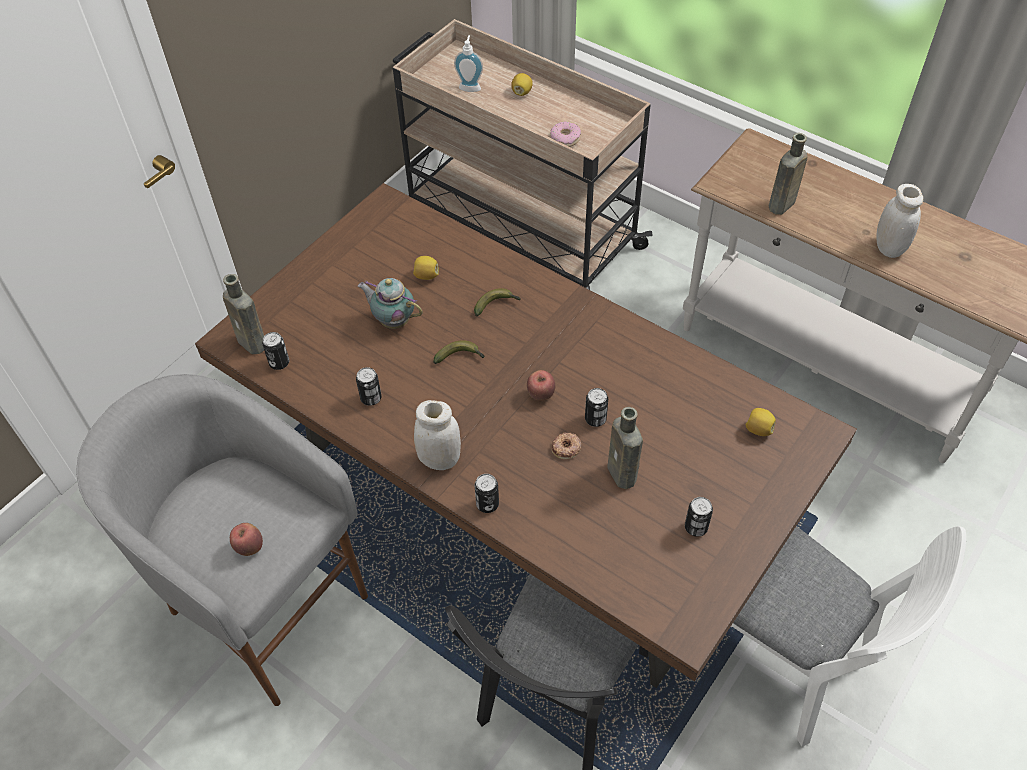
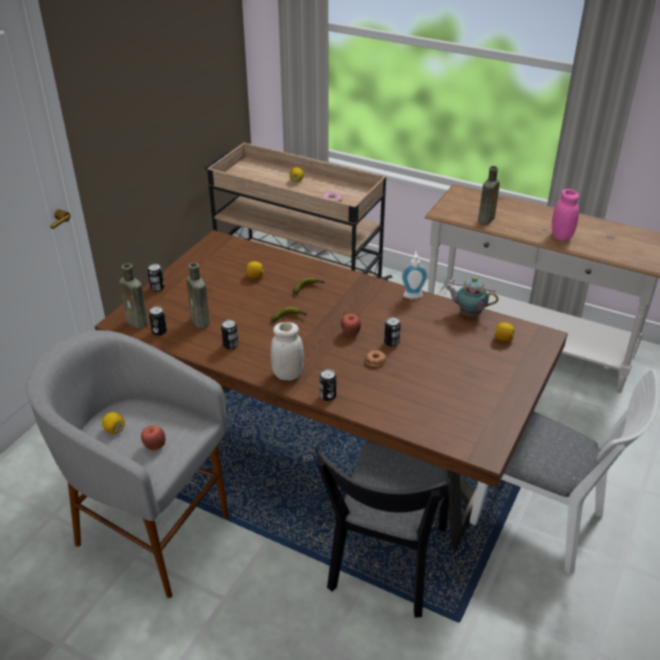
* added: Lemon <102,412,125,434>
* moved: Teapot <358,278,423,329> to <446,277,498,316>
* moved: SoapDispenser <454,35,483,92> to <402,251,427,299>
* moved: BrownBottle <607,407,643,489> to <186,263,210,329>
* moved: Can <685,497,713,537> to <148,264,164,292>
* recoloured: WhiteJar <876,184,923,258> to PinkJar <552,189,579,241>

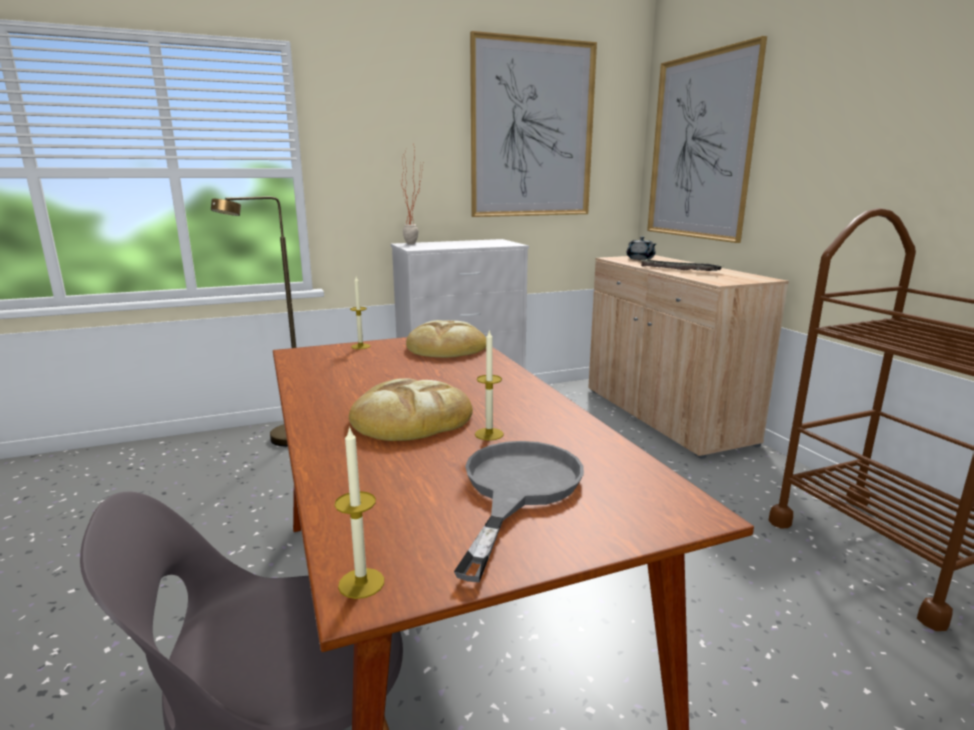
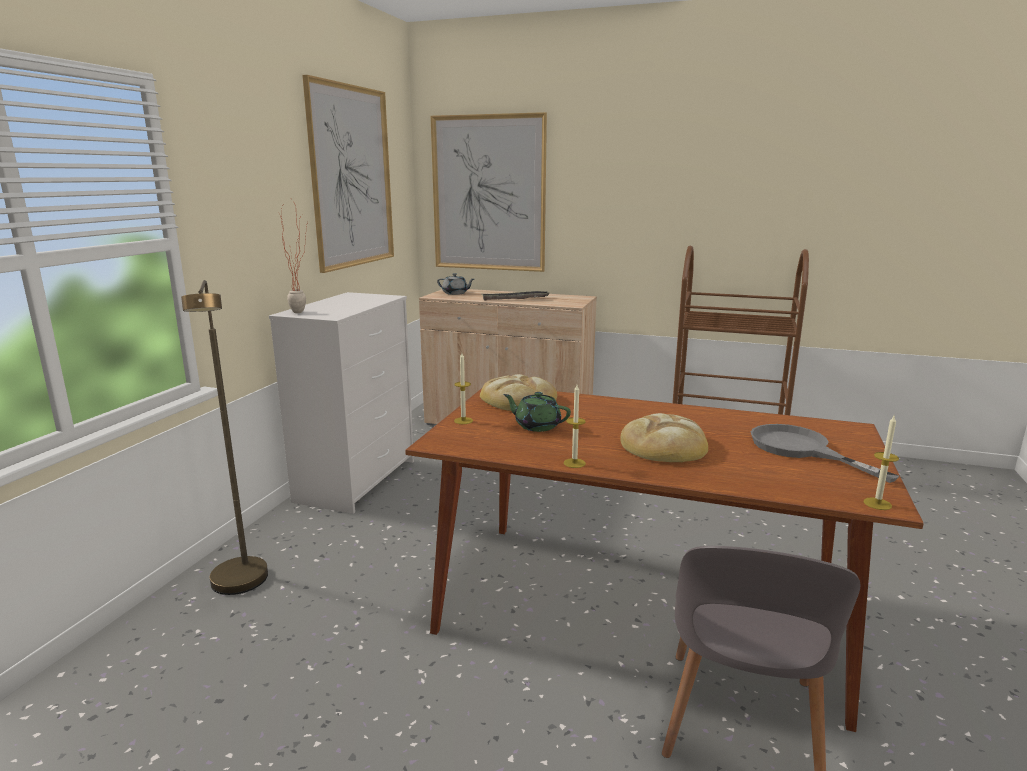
* added: GreenTeapot <503,392,571,432>
* moved: Candle <475,329,504,441> to <564,385,586,468>

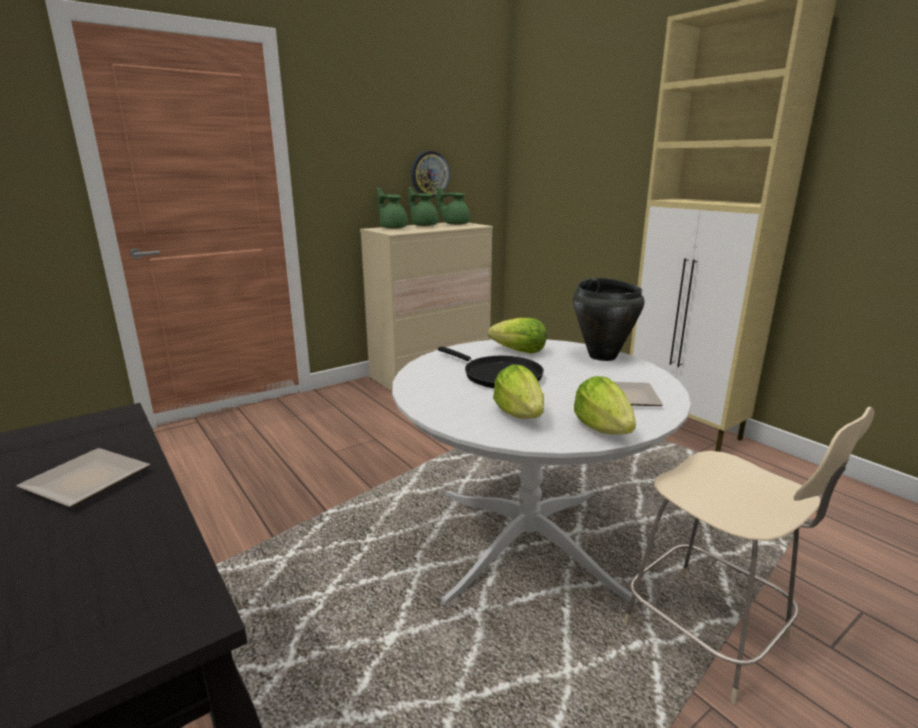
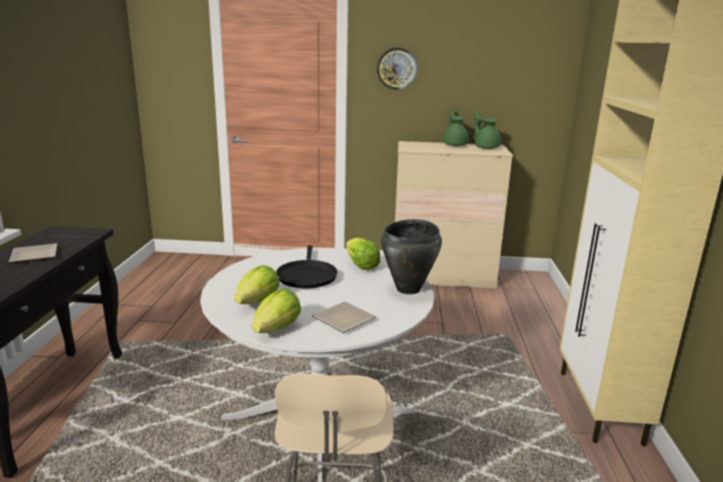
* removed: GreenTeapot <377,187,408,229>
* moved: WallClock <411,151,450,197> to <377,48,417,90>

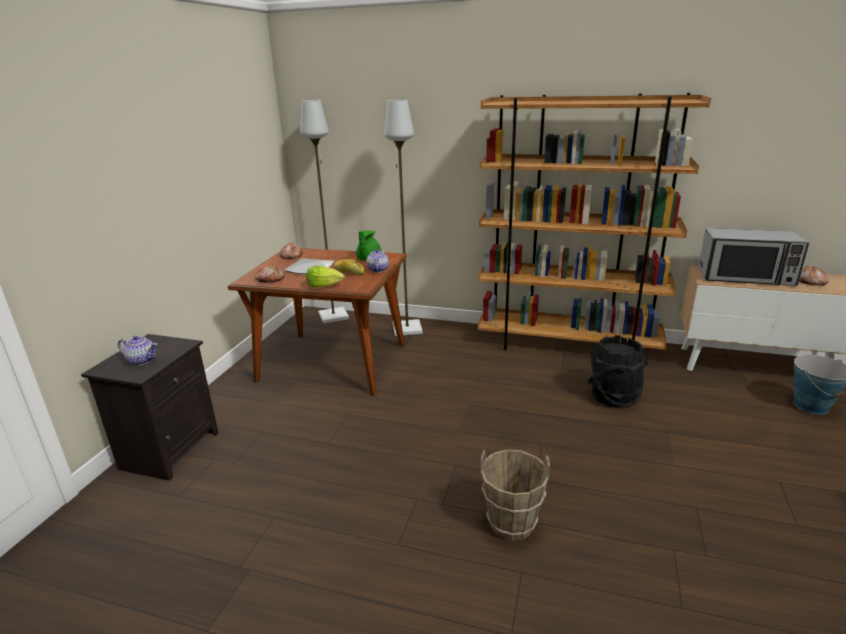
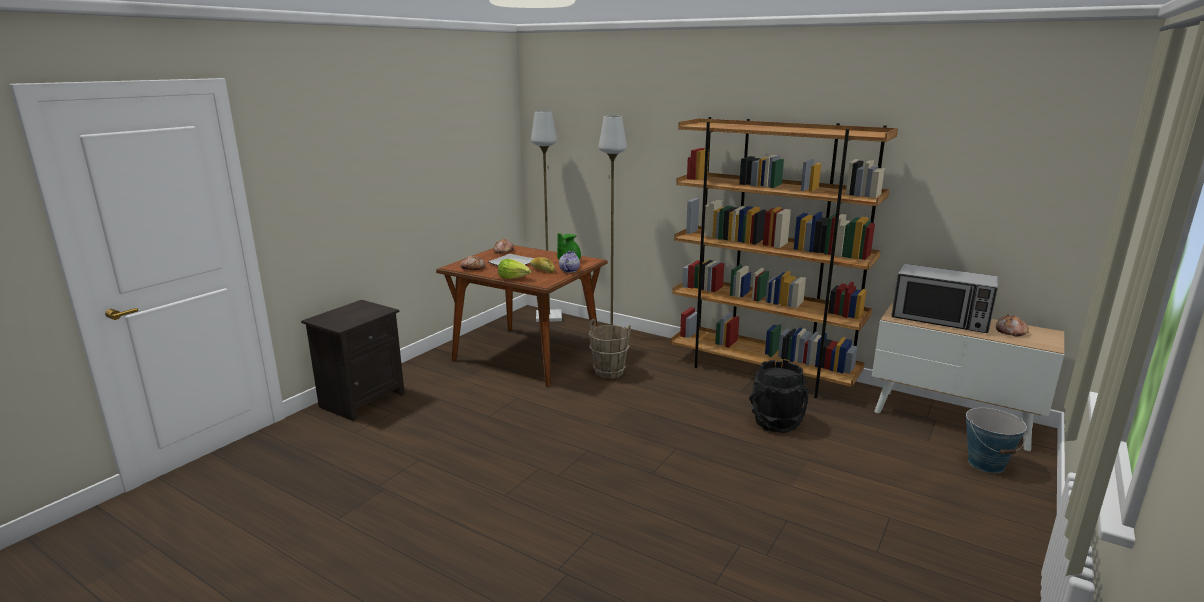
* removed: Teapot <118,336,158,366>
* moved: BrownBucket <481,449,550,541> to <589,319,631,379>

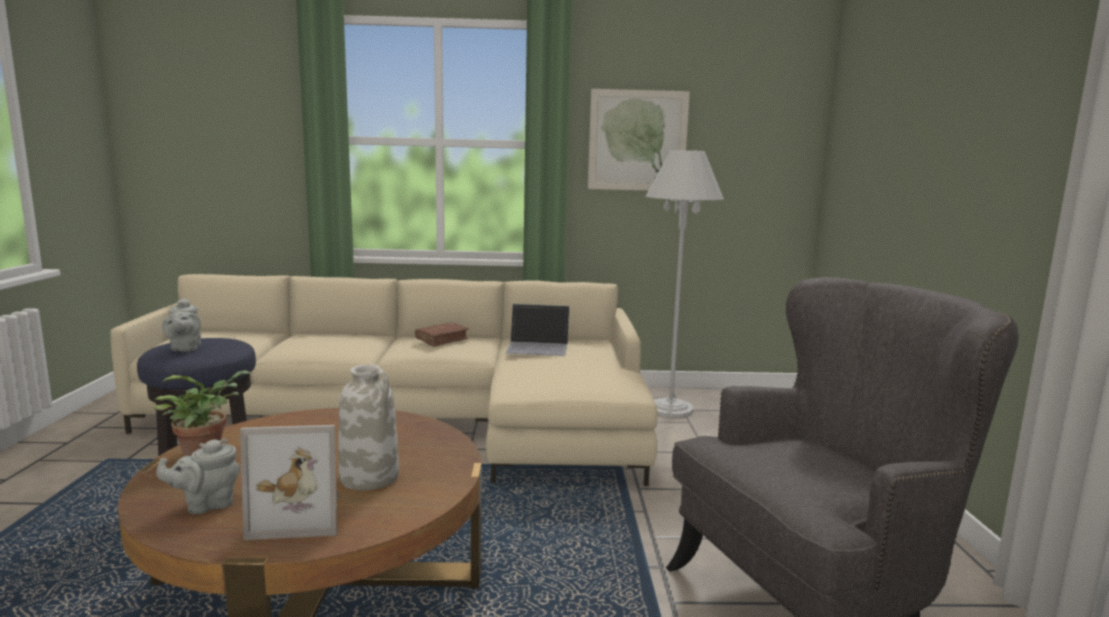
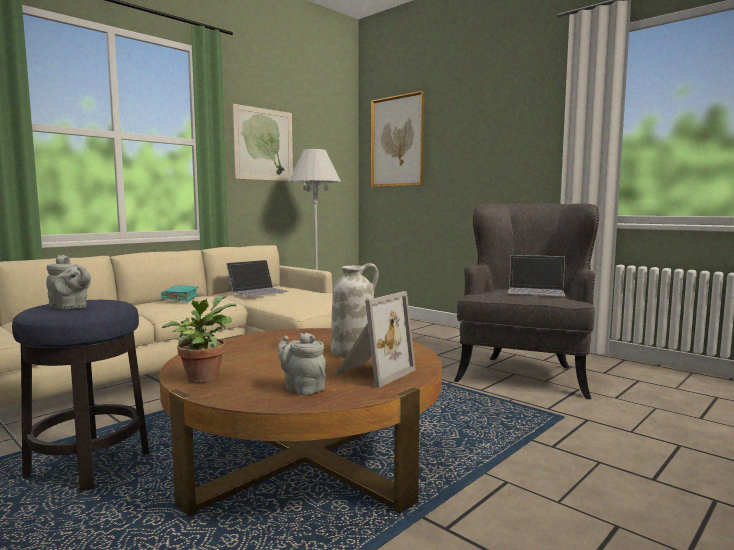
* added: Picture <371,91,425,187>
* added: Laptop <508,255,565,297>
* recoloured: BrownBook <415,322,469,347> to TurquoiseBook <161,285,199,302>
* turned: GreyTeapot <156,439,240,514> = <278,333,326,395> 120 degrees clockwise

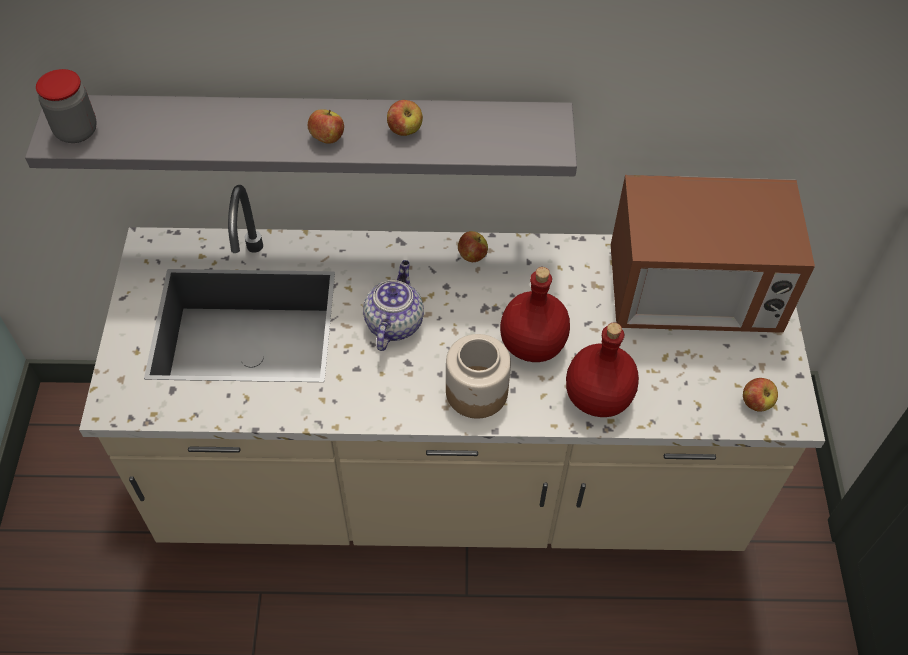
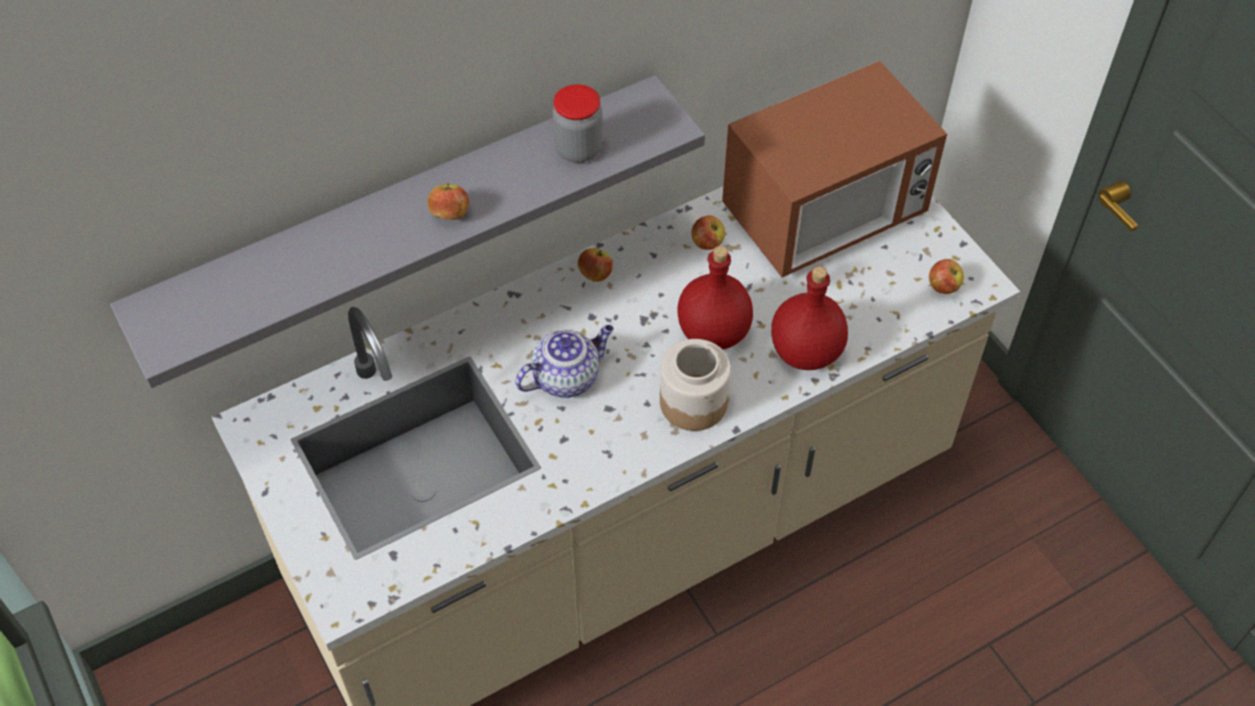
* moved: Jar <36,69,97,143> to <552,84,603,163>
* moved: Apple <387,100,423,136> to <691,215,725,250>
* turned: Teapot <363,260,424,351> = <515,325,614,398> 75 degrees clockwise

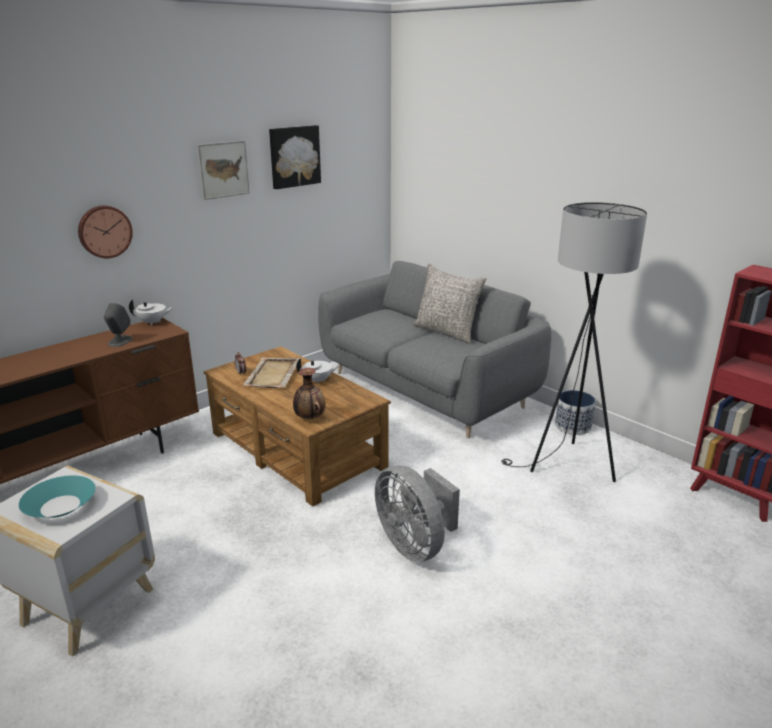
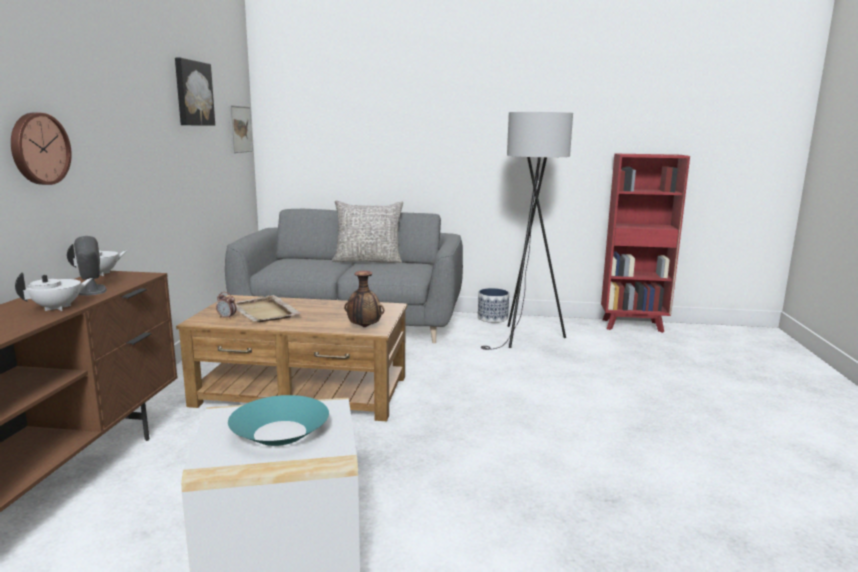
* removed: GreyFan <375,465,460,562>
* moved: Picture <197,141,250,200> to <229,105,253,153>
* moved: WhiteTeapot <296,358,340,384> to <15,272,93,311>

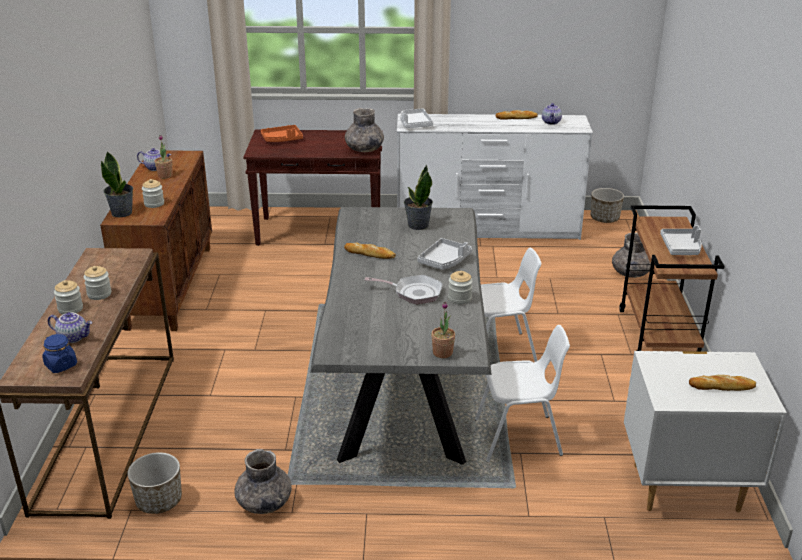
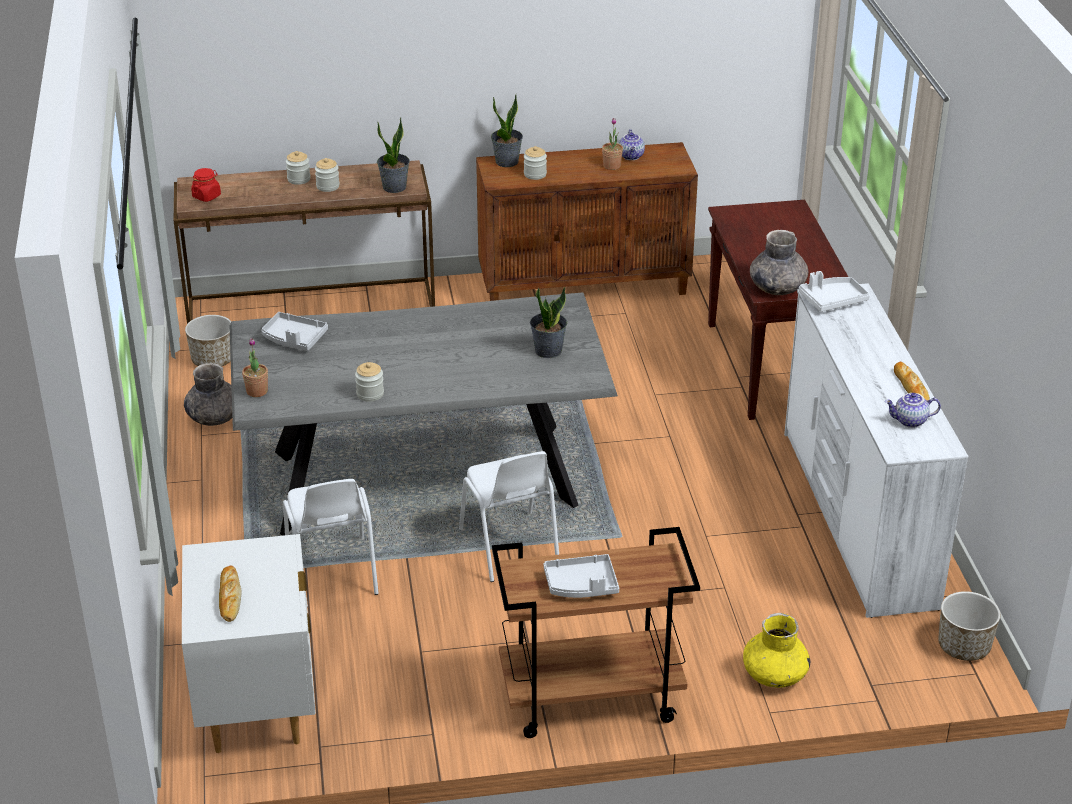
* removed: Teapot <48,312,92,343>
* removed: OrangeTray <261,125,303,142>
* removed: Bread <344,242,396,259>
* removed: FryingPan <365,275,442,304>
* added: PottedPlant <377,117,410,193>
* moved: GreyTray <418,238,472,270> to <261,312,328,351>
* recoloured: BlueJar <42,334,77,373> to RedJar <191,168,221,202>
* recoloured: GreyVase <612,232,651,278> to YellowVase <743,613,810,688>

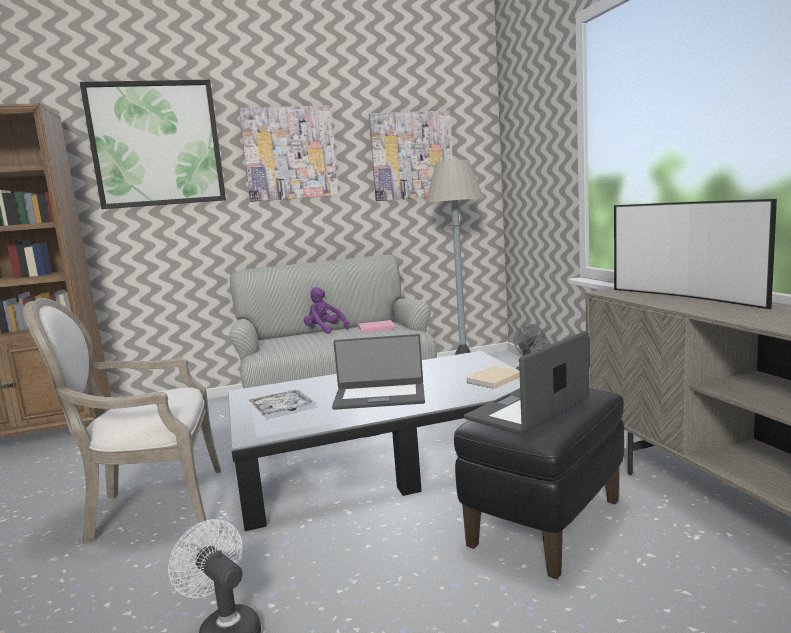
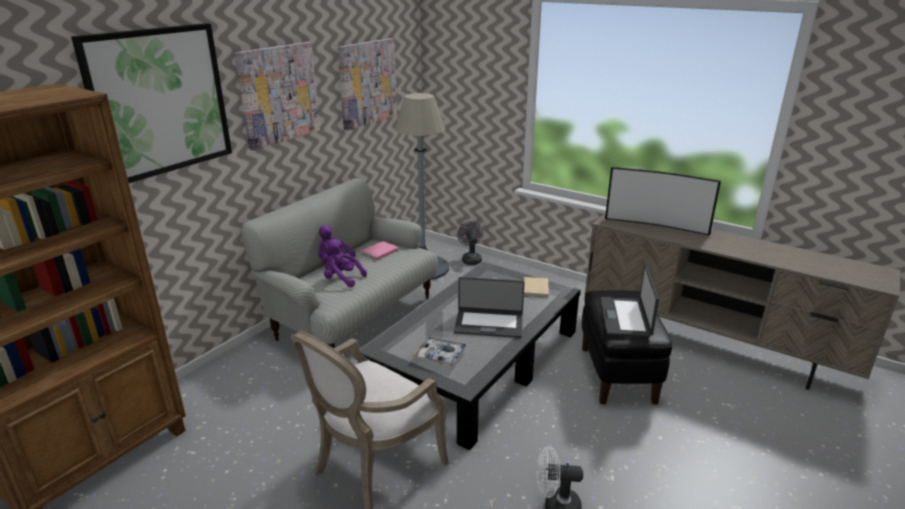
* added: PurplePlushToy <324,239,367,287>
* turned: Laptop <332,334,425,410> = <454,277,525,338> 45 degrees clockwise

